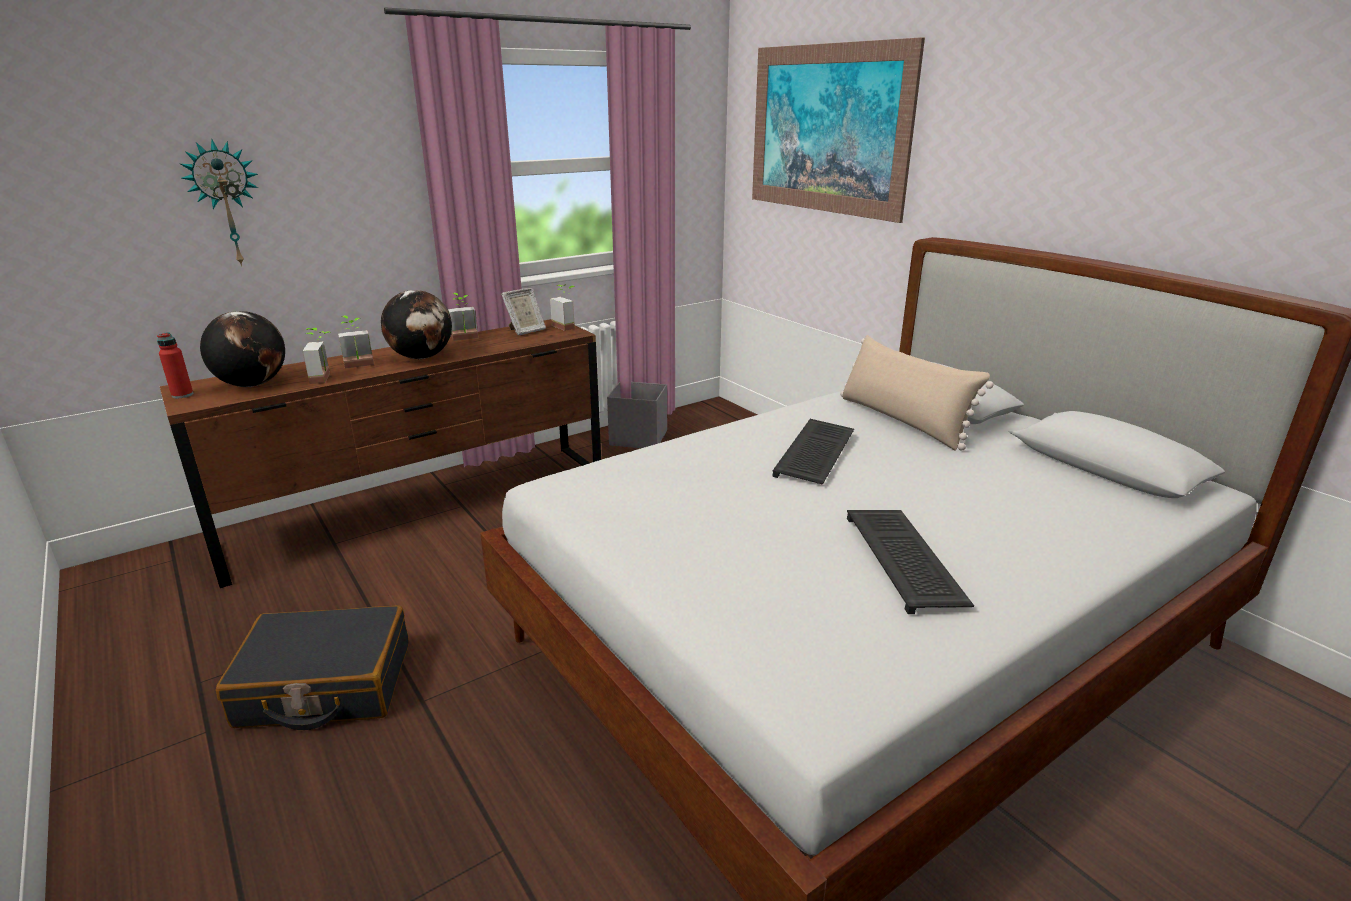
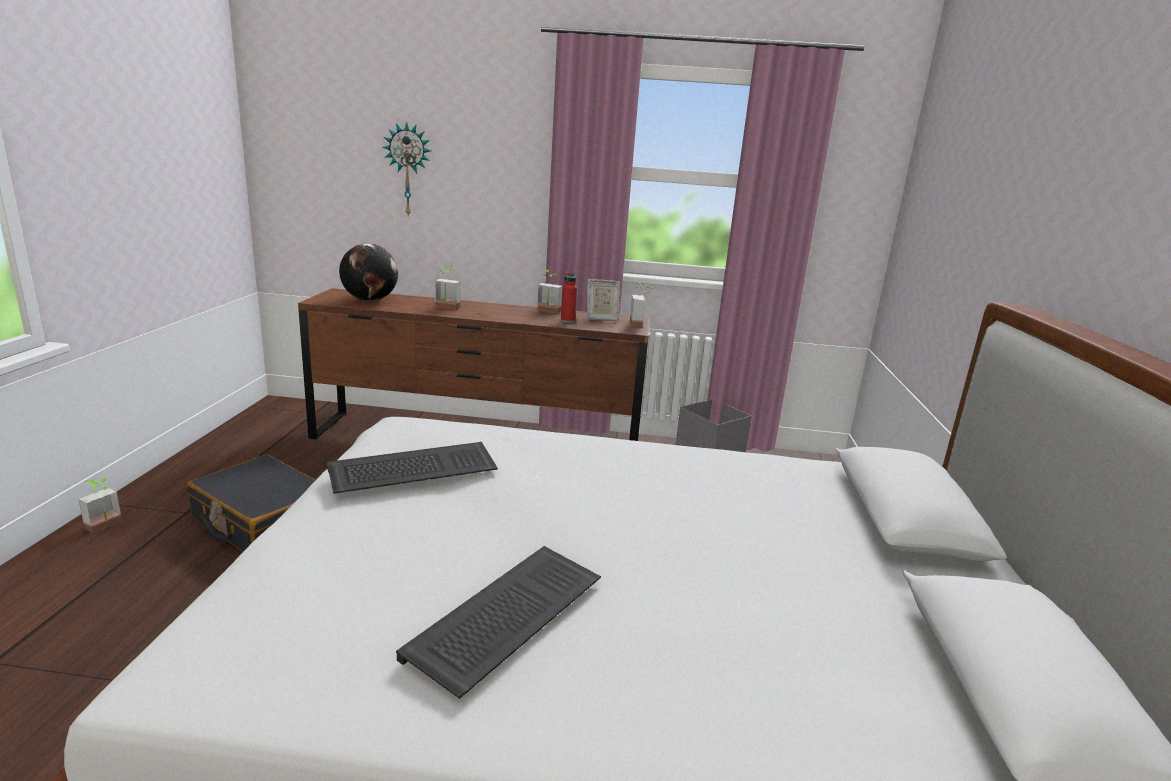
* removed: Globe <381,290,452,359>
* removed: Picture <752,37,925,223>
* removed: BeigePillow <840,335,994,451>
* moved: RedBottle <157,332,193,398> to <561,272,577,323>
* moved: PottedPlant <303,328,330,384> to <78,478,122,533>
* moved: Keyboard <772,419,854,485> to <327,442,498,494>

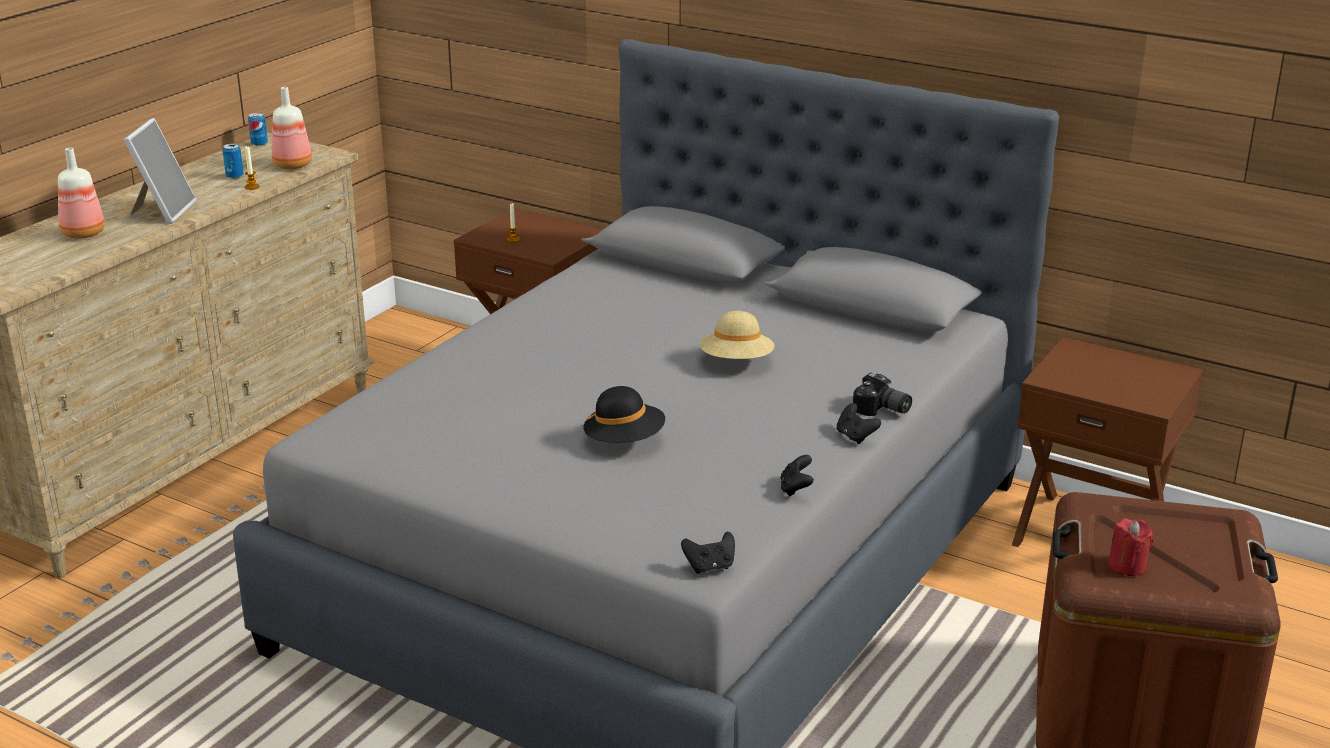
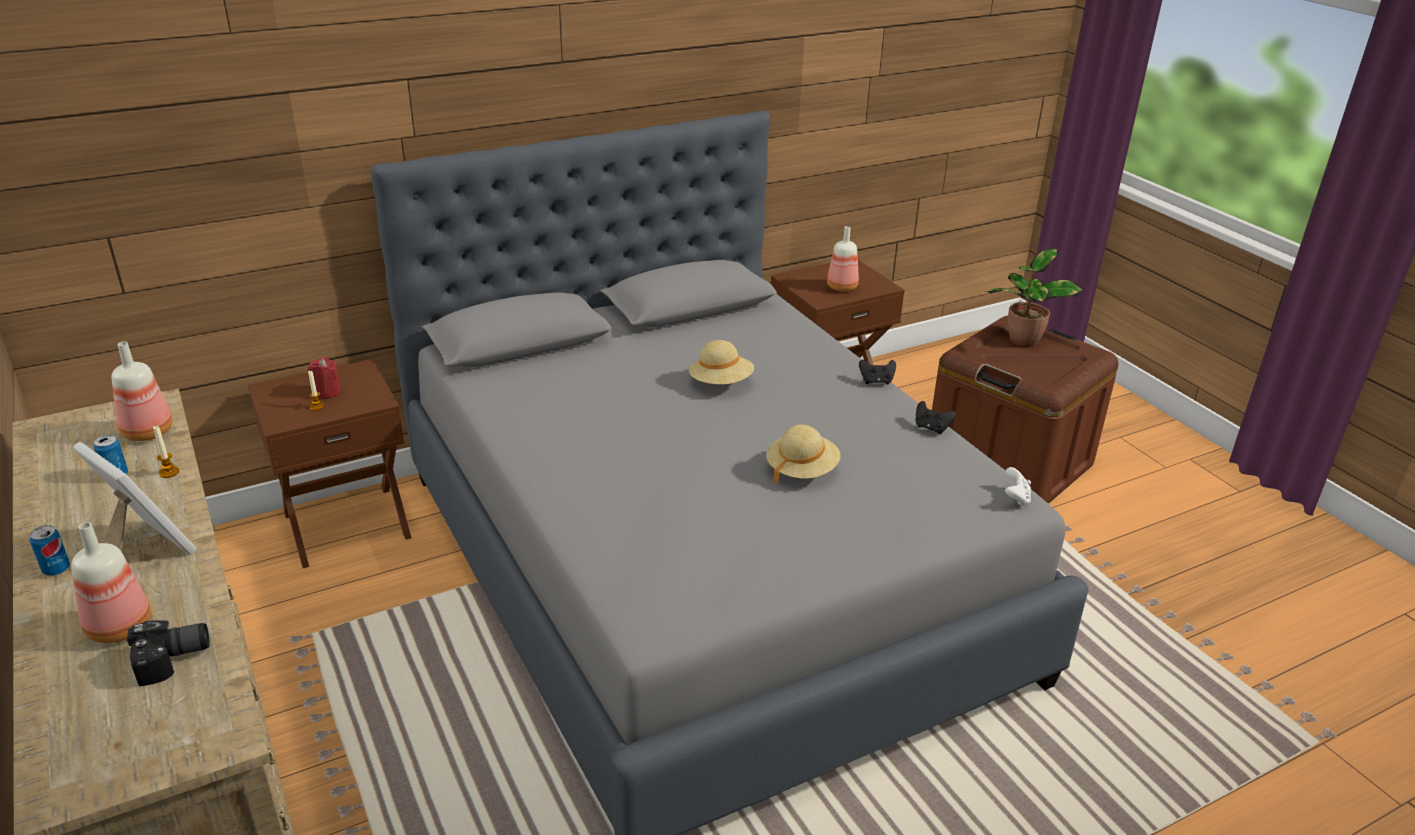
* added: Bottle <827,226,859,292>
* added: PottedPlant <984,248,1083,346>
* moved: Can <248,113,268,146> to <29,525,70,576>
* moved: PhotoCamera <853,372,912,416> to <127,620,210,686>
* moved: RedCandle <1108,519,1153,576> to <308,357,341,399>
* recoloured: BlackHat <584,386,665,443> to BeigeHat <766,424,841,485>
* recoloured: BlackGameController <681,532,735,574> to WhiteGameController <1005,467,1031,506>

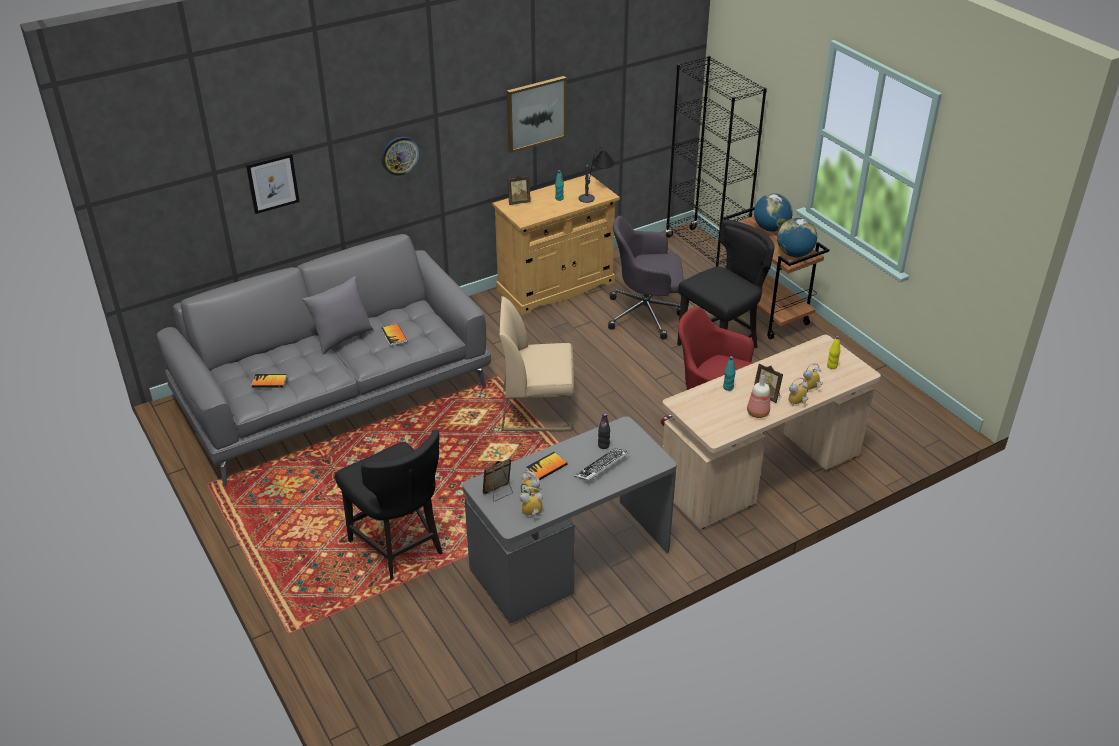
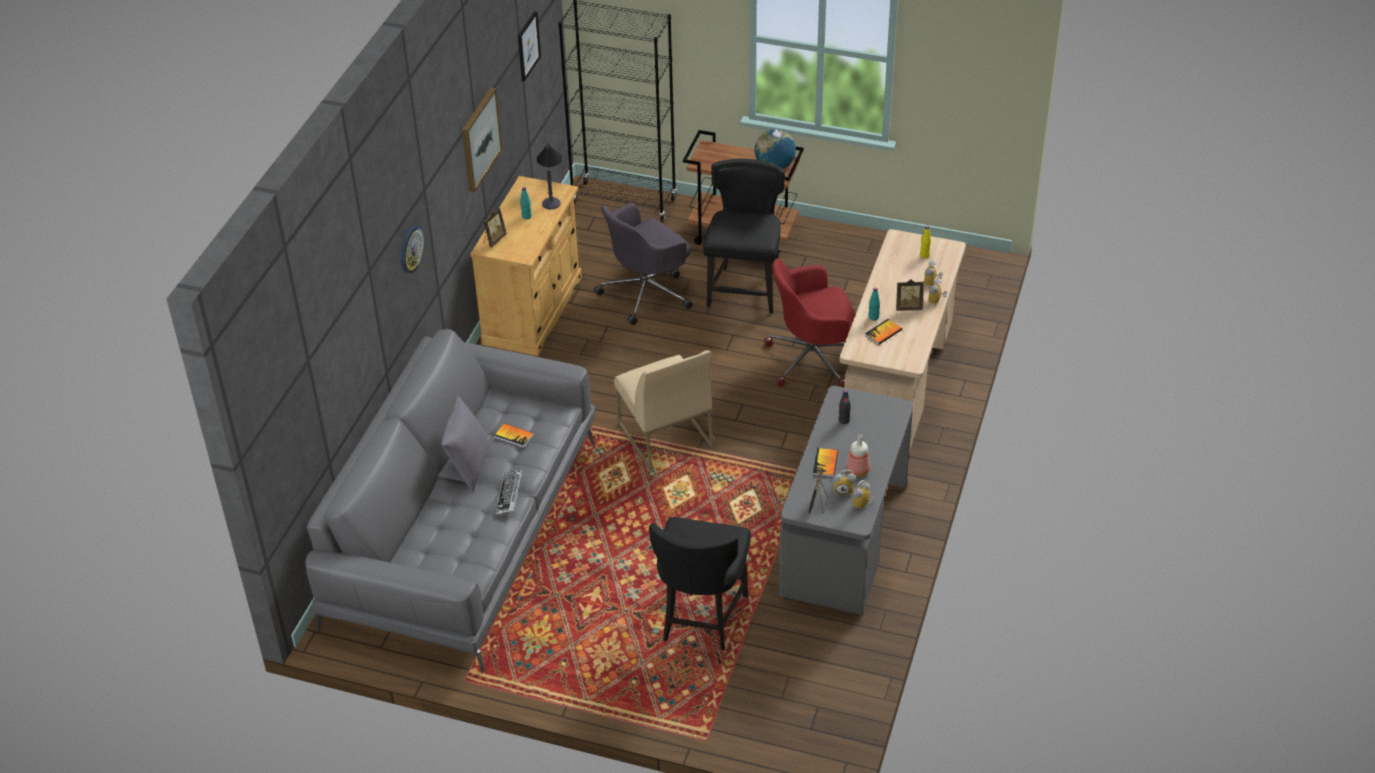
* removed: Globe <754,193,793,232>
* moved: Picture <246,153,300,214> to <518,11,541,82>
* moved: Book <251,374,287,388> to <865,319,902,345>
* moved: Keyboard <574,448,629,481> to <495,469,522,516>
* moved: Bottle <747,375,770,418> to <846,434,870,477>
* turned: BlackChair <335,430,443,580> = <649,517,751,651> 90 degrees clockwise
* turned: BeigeChair <499,296,574,431> = <614,350,714,471> 75 degrees counterclockwise

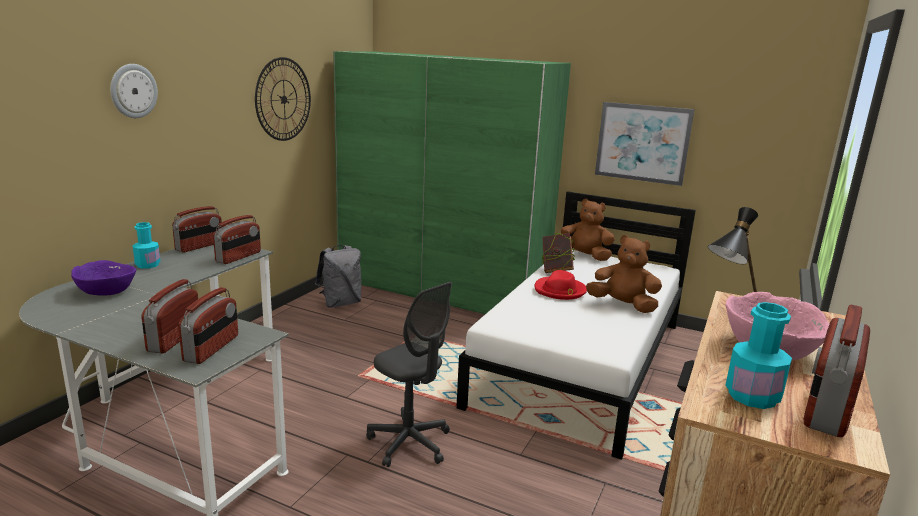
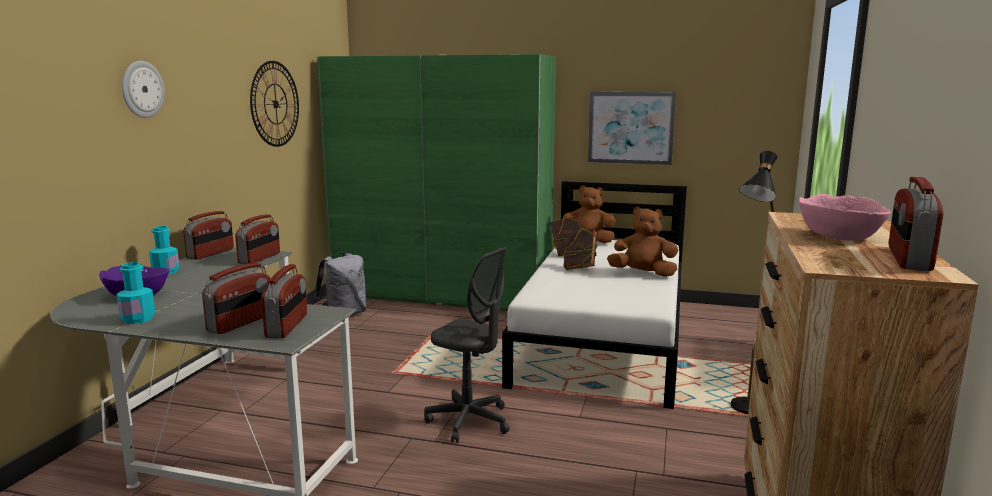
* moved: TurquoiseBottle <725,302,792,409> to <117,262,155,324>
* replaced: RedHat <535,270,587,300> to Book <563,228,598,270>
* turned: Radio <141,279,198,354> = <202,262,270,334> 150 degrees counterclockwise

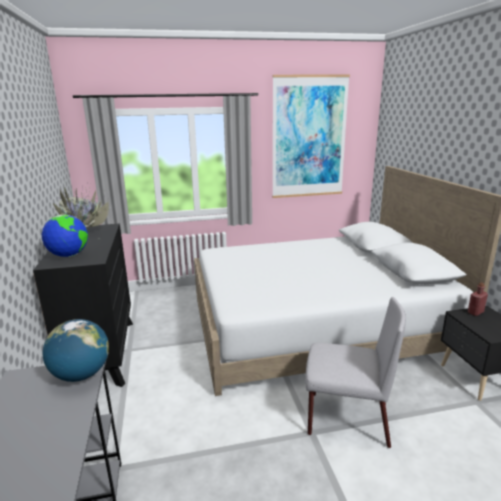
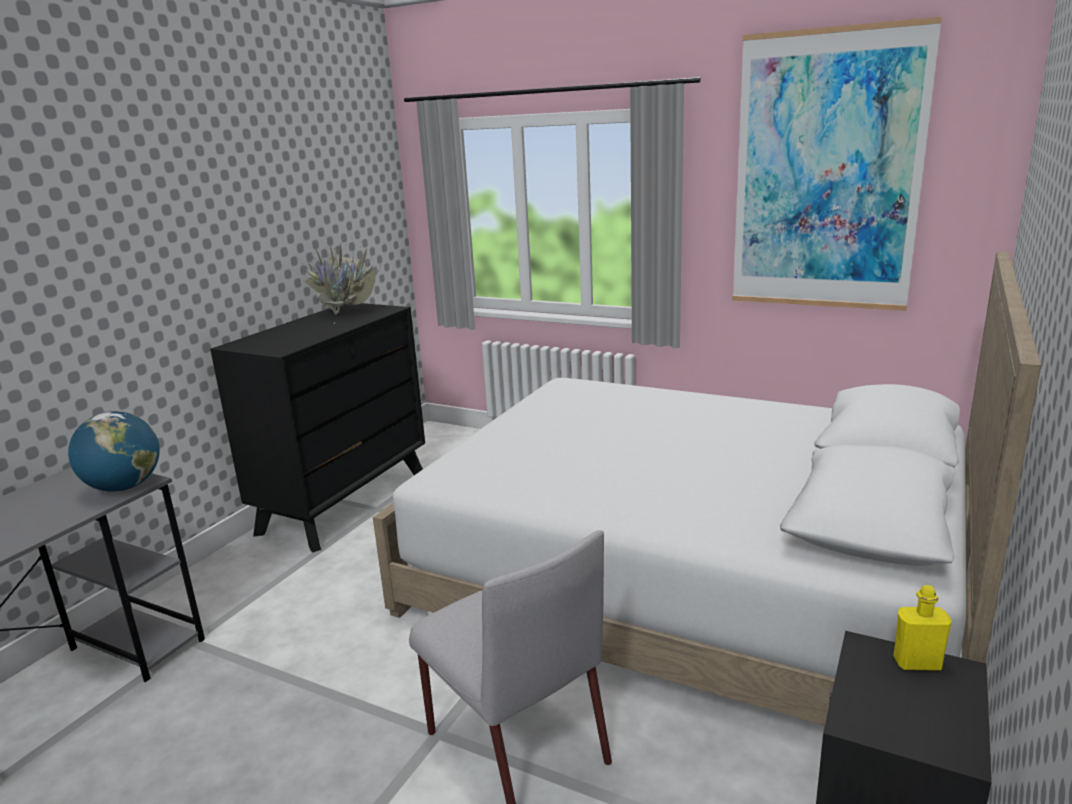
* removed: Globe <42,215,88,257>
* recoloured: RedBottle <468,282,488,316> to YellowBottle <893,585,951,671>

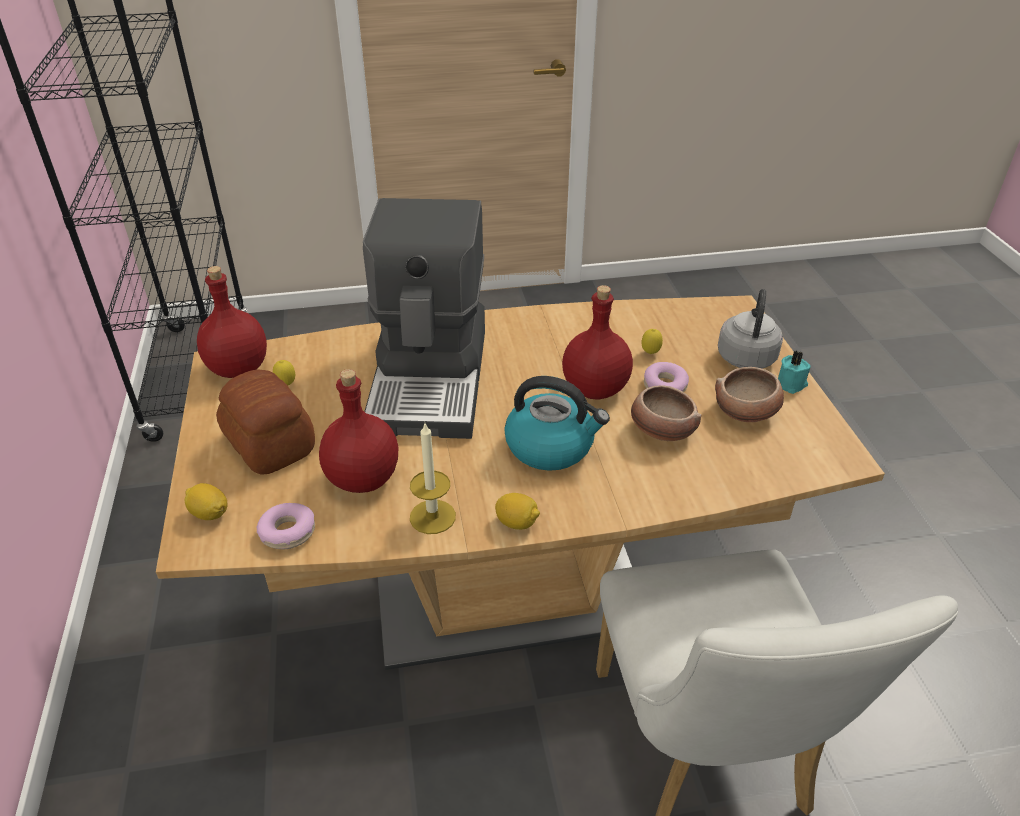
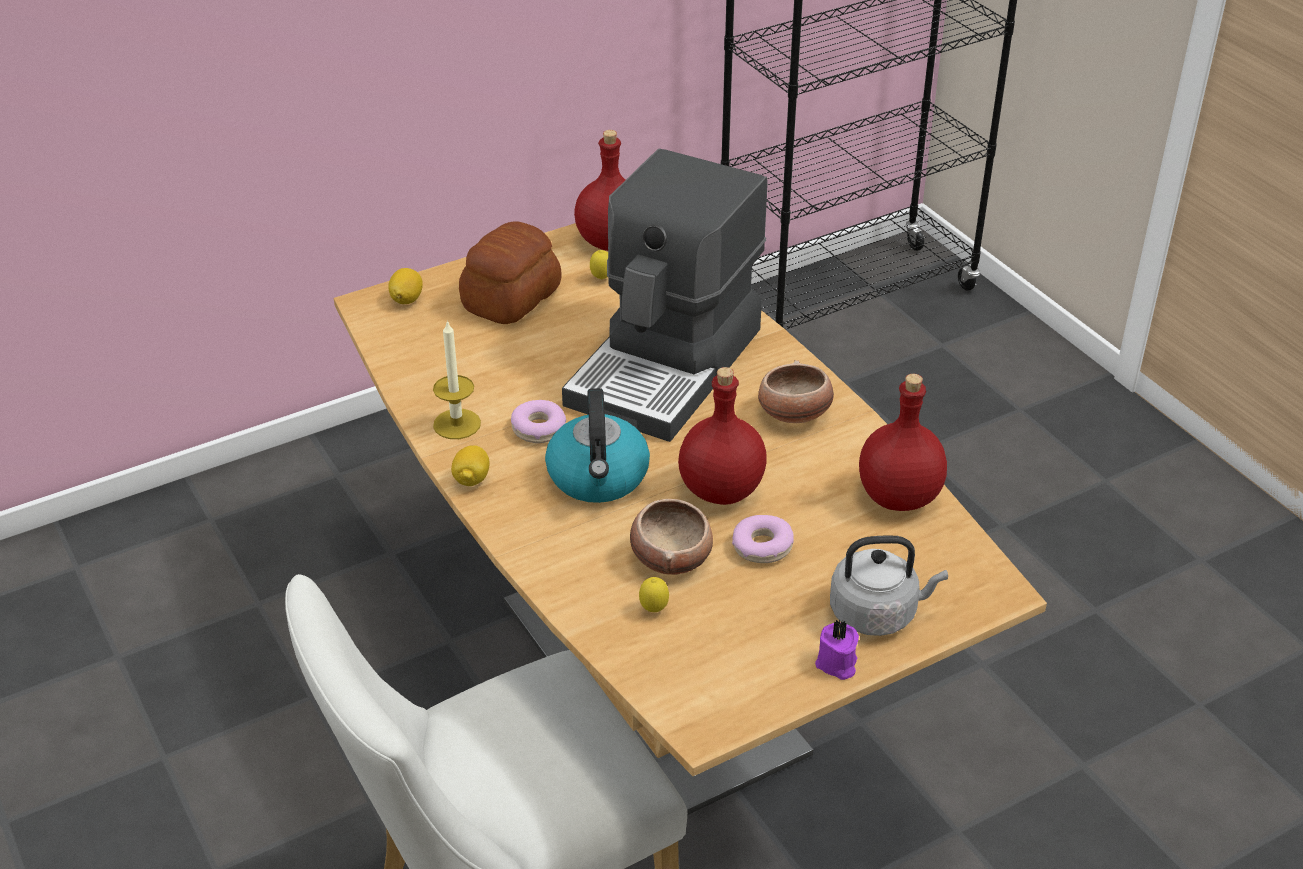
* moved: Donut <256,503,315,549> to <511,400,566,443>
* moved: RedBottle <319,369,398,493> to <859,374,947,511>
* moved: Lemon <642,329,663,354> to <639,577,669,612>
* moved: Bowl <715,367,784,422> to <758,360,834,423>
* recoloured: TurquoiseCandle <778,351,811,394> to PurpleCandle <815,620,859,680>
* turned: CoffeeMachine <363,198,485,439> = <562,149,768,442> 45 degrees counterclockwise

